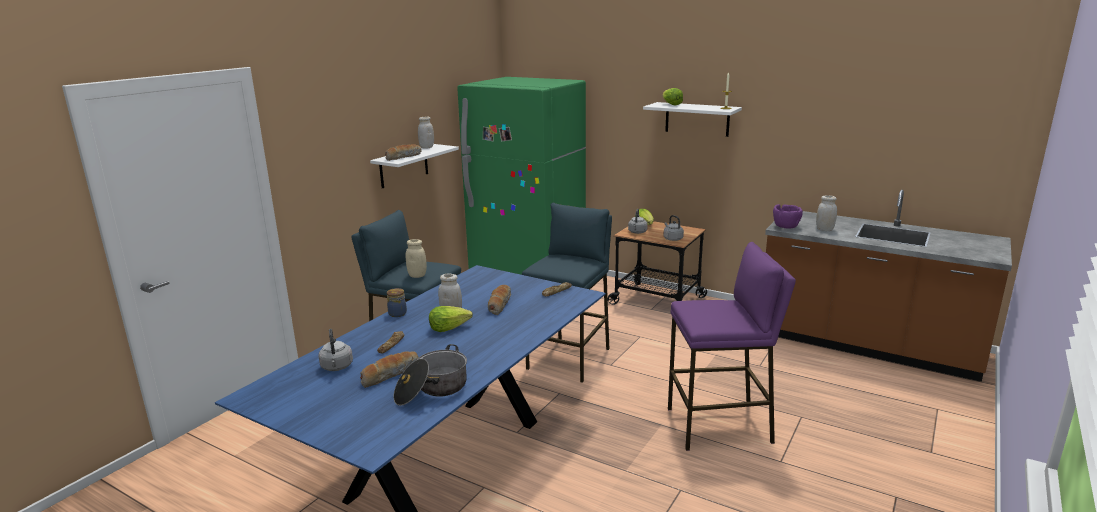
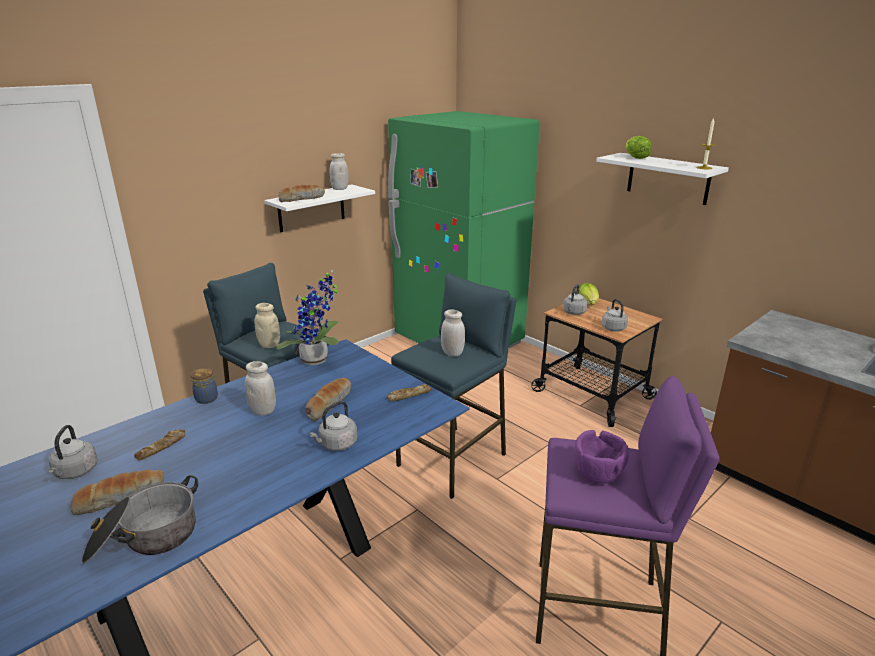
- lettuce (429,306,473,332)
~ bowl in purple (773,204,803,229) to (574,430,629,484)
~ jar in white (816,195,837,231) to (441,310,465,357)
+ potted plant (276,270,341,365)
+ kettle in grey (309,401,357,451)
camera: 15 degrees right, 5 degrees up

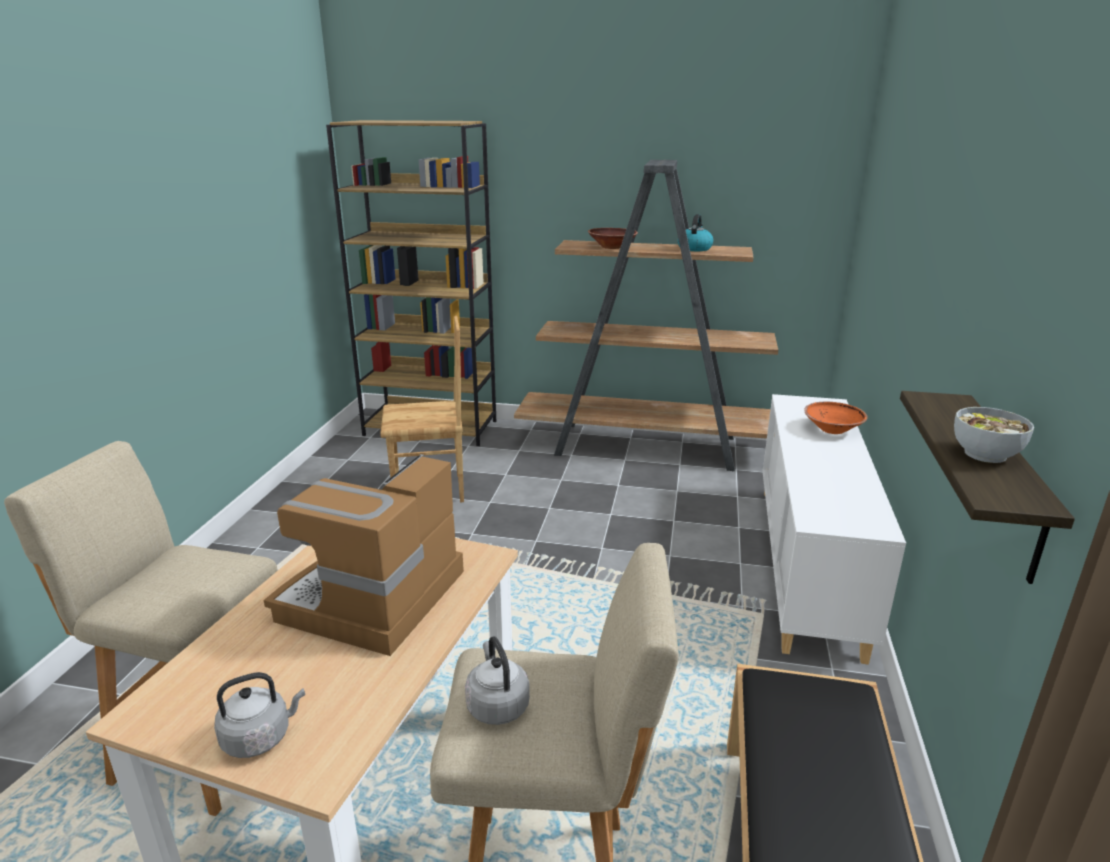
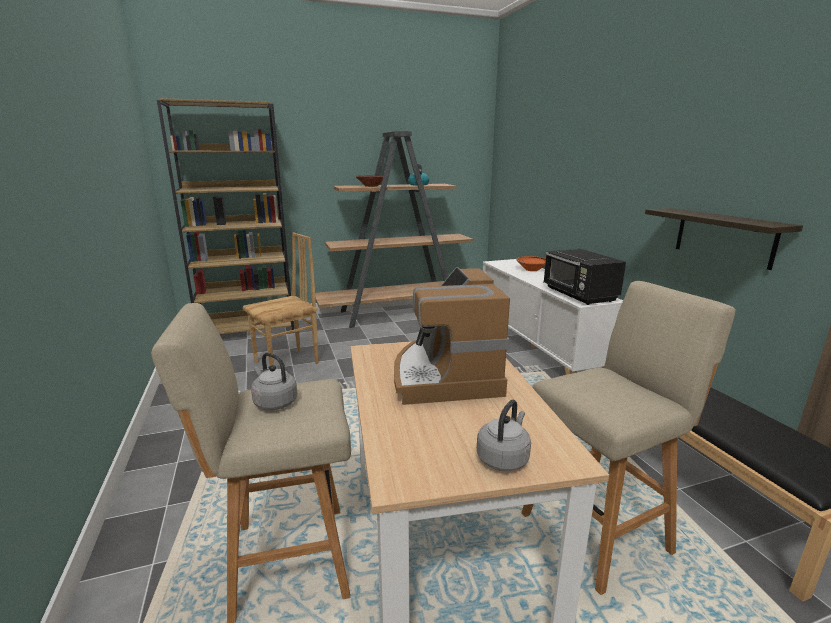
~ kettle in grey (465,636,530,725) to (251,352,297,410)
- bowl (954,407,1034,463)
+ microwave in black (544,249,626,305)
camera: 30 degrees left, 5 degrees down

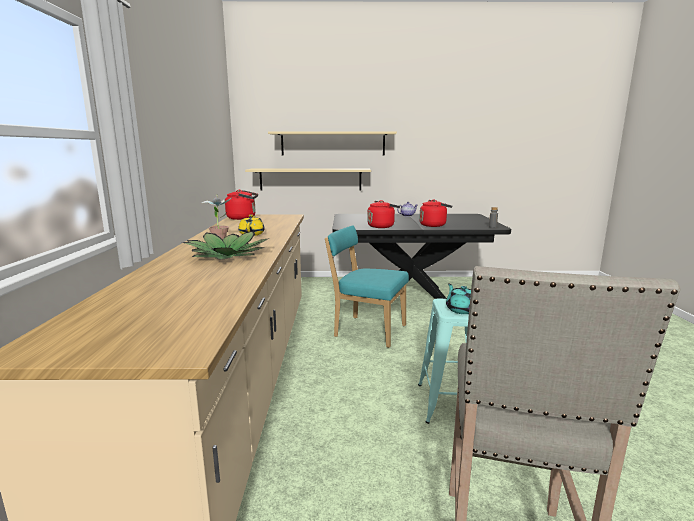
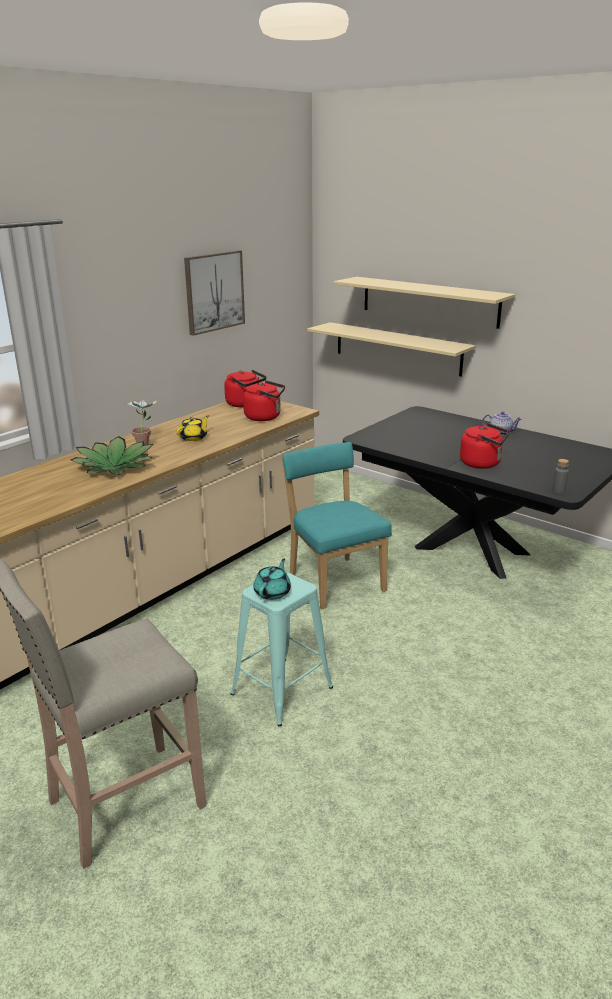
~ kettle in red (367,200,400,228) to (243,380,285,421)
+ picture (184,250,245,336)
camera: 40 degrees right, 10 degrees up

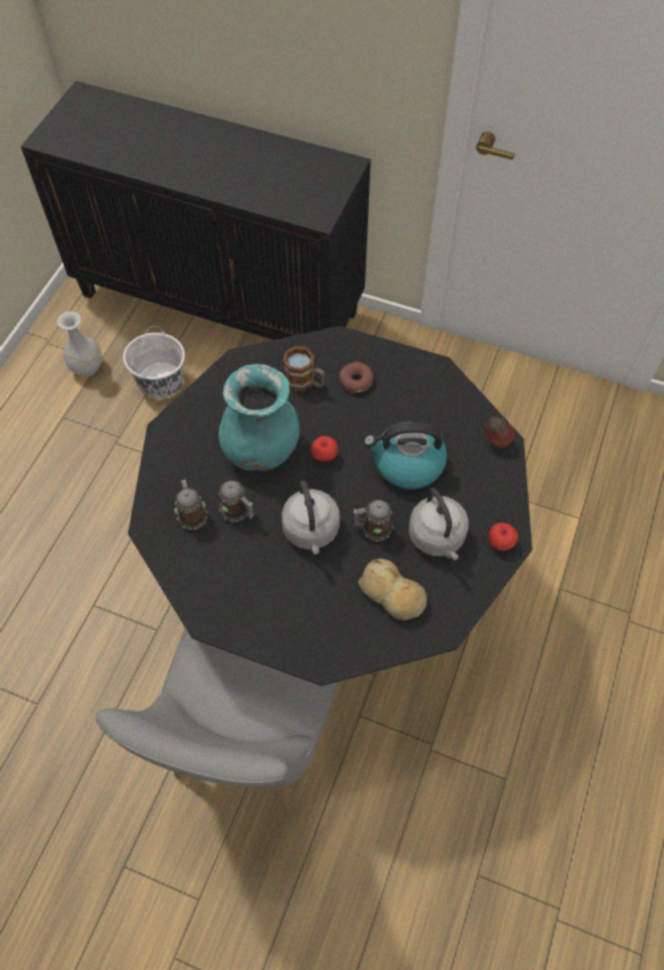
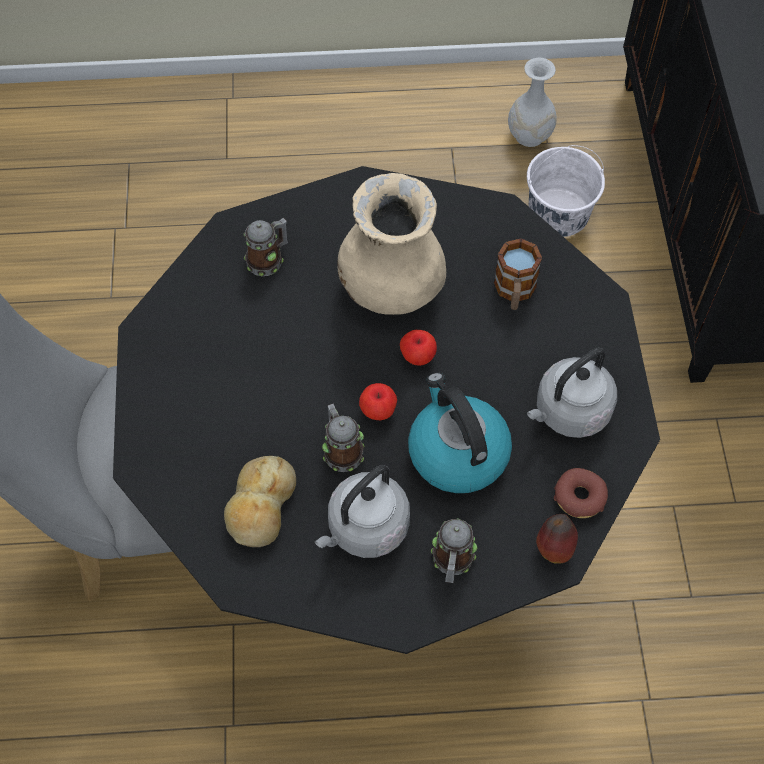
~ mug (218,481,254,522) to (431,518,477,583)
~ vase in turquoise (219,364,300,471) to vase in beige (337,173,446,315)
~ kettle in grey (281,480,340,554) to (527,348,617,438)
~ donut (339,362,374,393) to (554,468,608,518)
~ apple (489,523,518,551) to (359,383,397,420)
camera: 65 degrees right, 0 degrees up

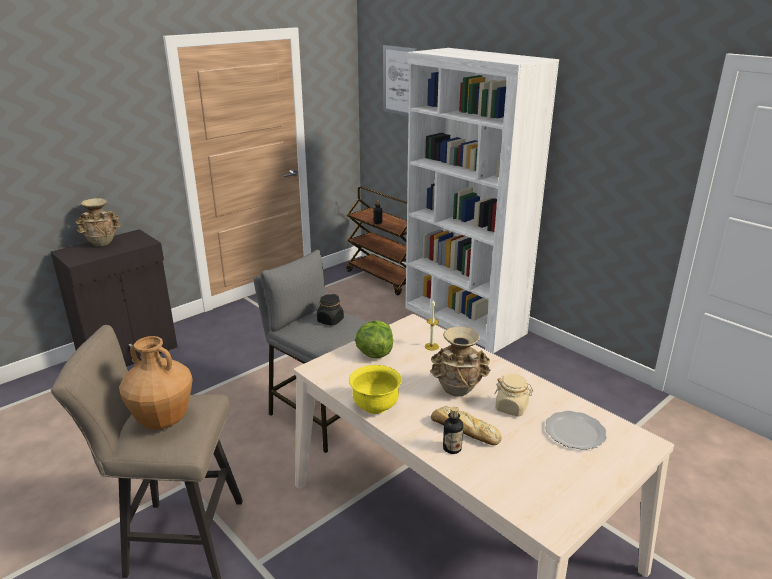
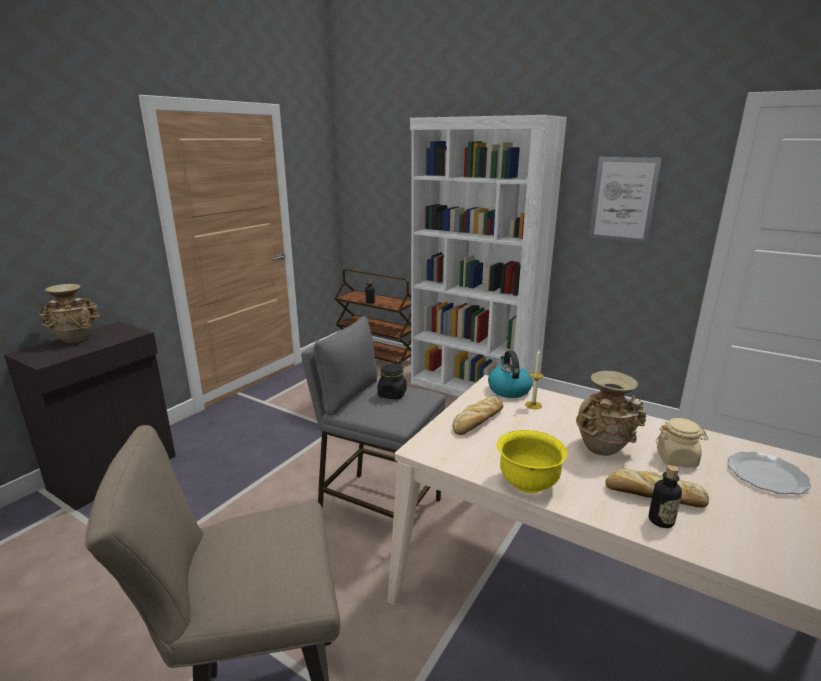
- vase in brown (119,336,193,429)
~ lettuce (355,320,393,358) to bread (452,397,503,435)
~ picture (383,45,417,116) to (589,157,662,244)
+ kettle (488,350,533,398)
camera: 15 degrees left, 5 degrees down

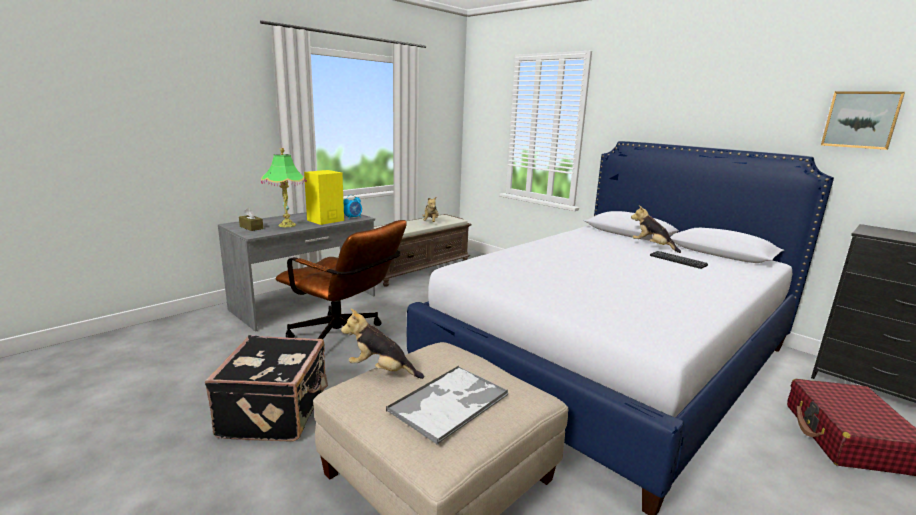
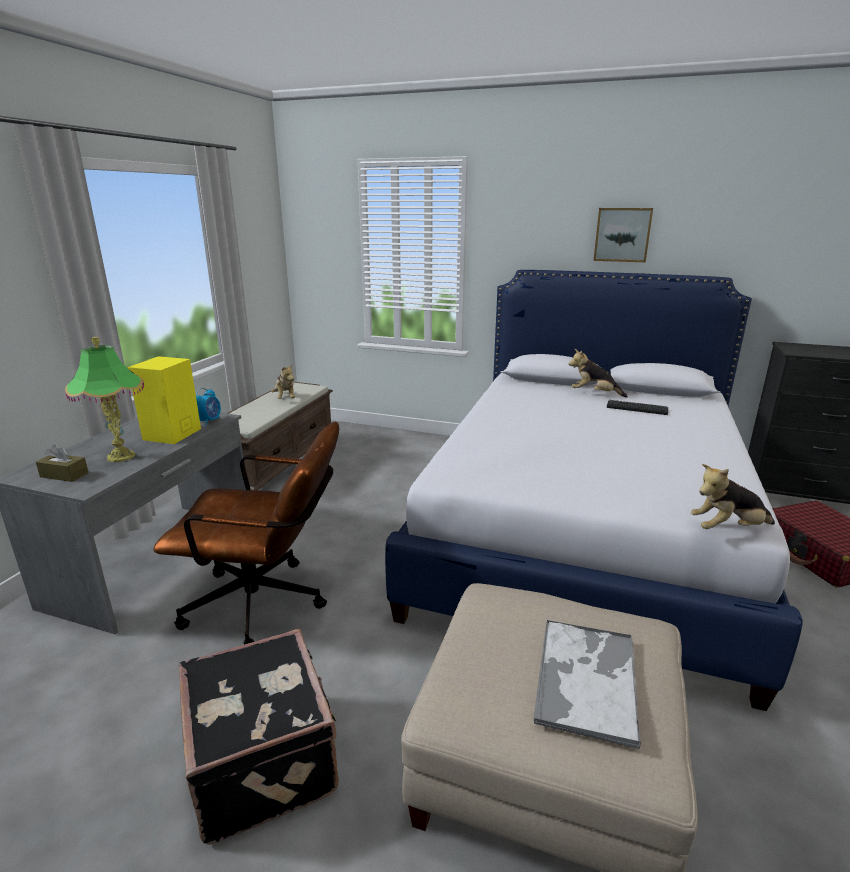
~ plush toy (341,309,424,379) to (691,464,775,529)
~ picture (821,91,905,150) to (593,208,653,262)
camera: 25 degrees left, 5 degrees up

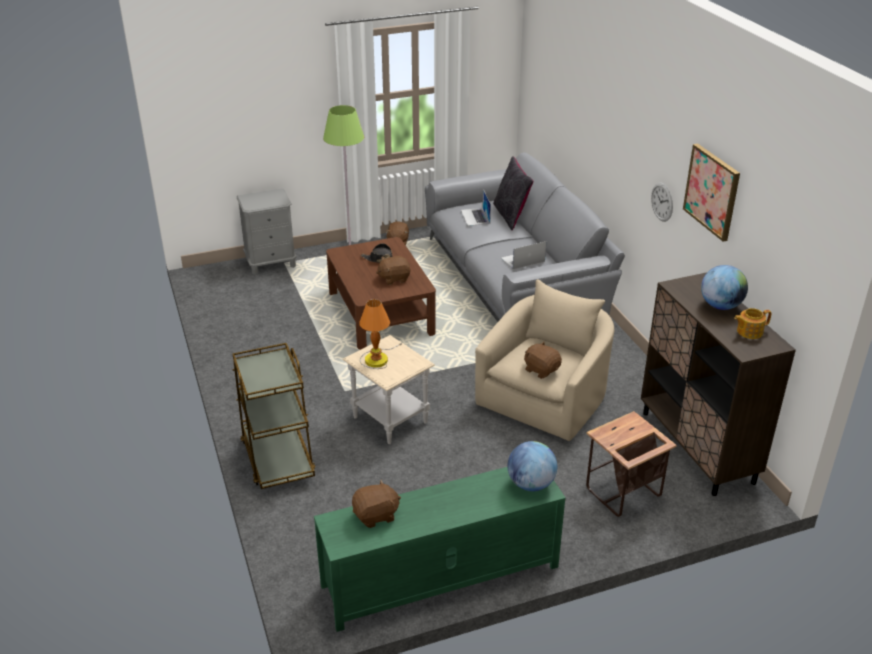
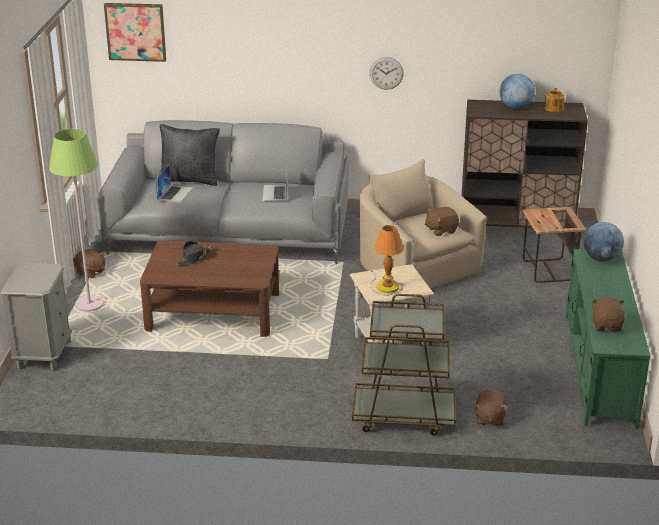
~ plush toy in brown (376,256,410,285) to (475,390,508,426)
~ laptop (461,189,491,226) = (155,165,193,203) 90 degrees counterclockwise
~ picture (683,143,740,242) to (104,3,166,62)
camera: 65 degrees left, 5 degrees down

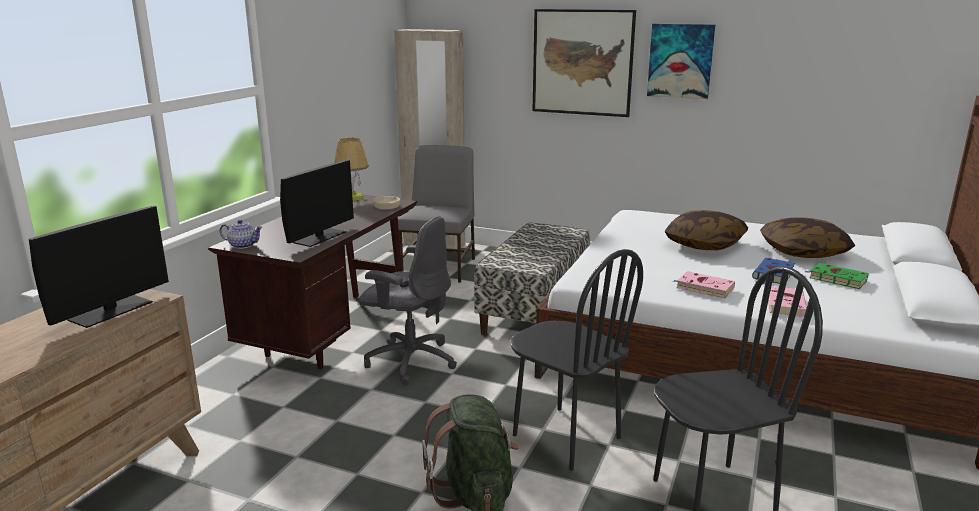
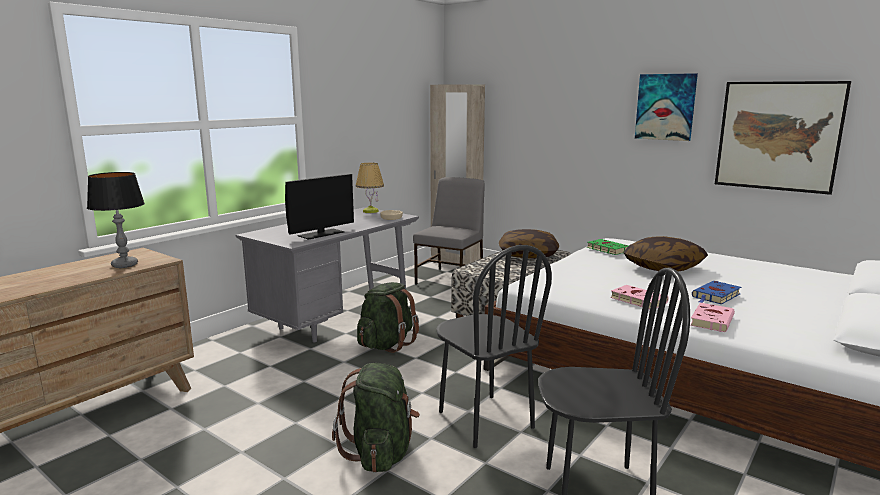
~ monitor (29,206,169,328) to table lamp (87,172,145,268)
~ desk in brown (208,195,417,369) to desk in grey (236,207,419,342)
- teapot (220,220,263,249)
~ office chair in grey (359,216,457,385) to backpack in green (357,282,419,353)
~ picture (532,9,636,117) to (715,81,851,195)
~ pillow (760,217,855,258) to (499,229,559,259)
~ book in green (805,263,869,289) to (587,239,628,255)
camera: 15 degrees right, 5 degrees down

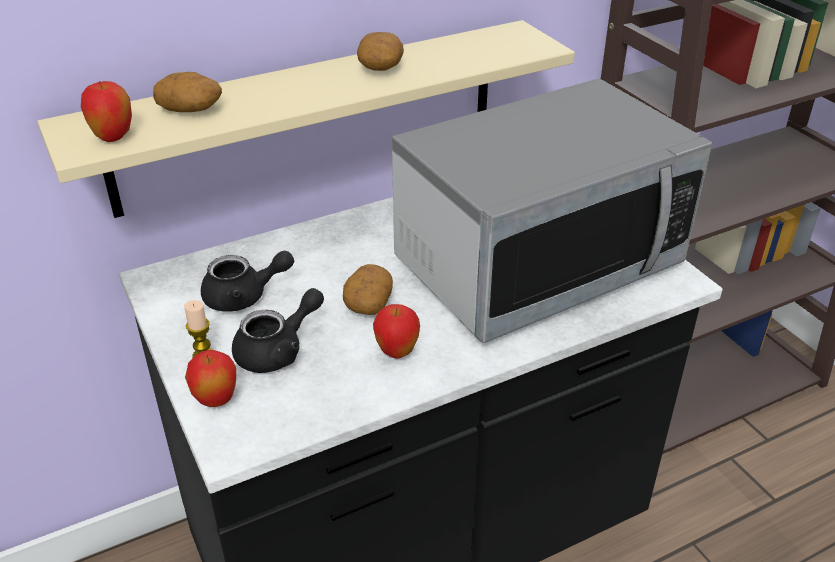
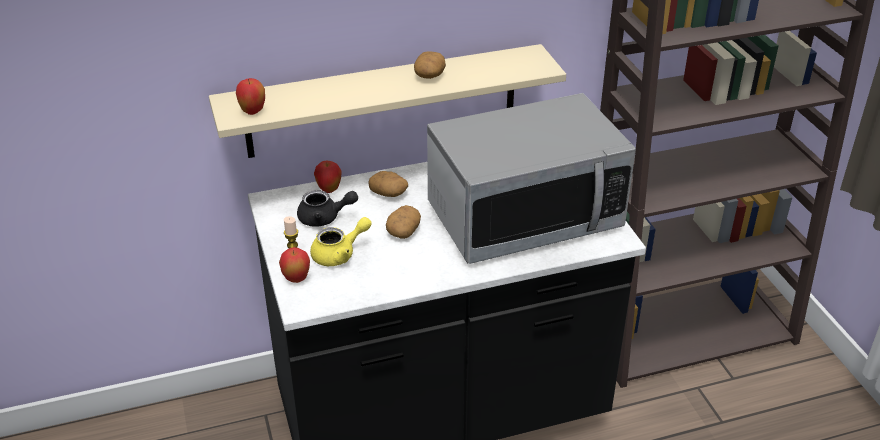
~ potato (153,72,222,112) to (369,171,408,197)
~ teapot in black (232,288,324,373) to teapot in yellow (310,217,372,266)
~ apple (373,304,420,358) to (314,161,342,193)
camera: 10 degrees right, 0 degrees up

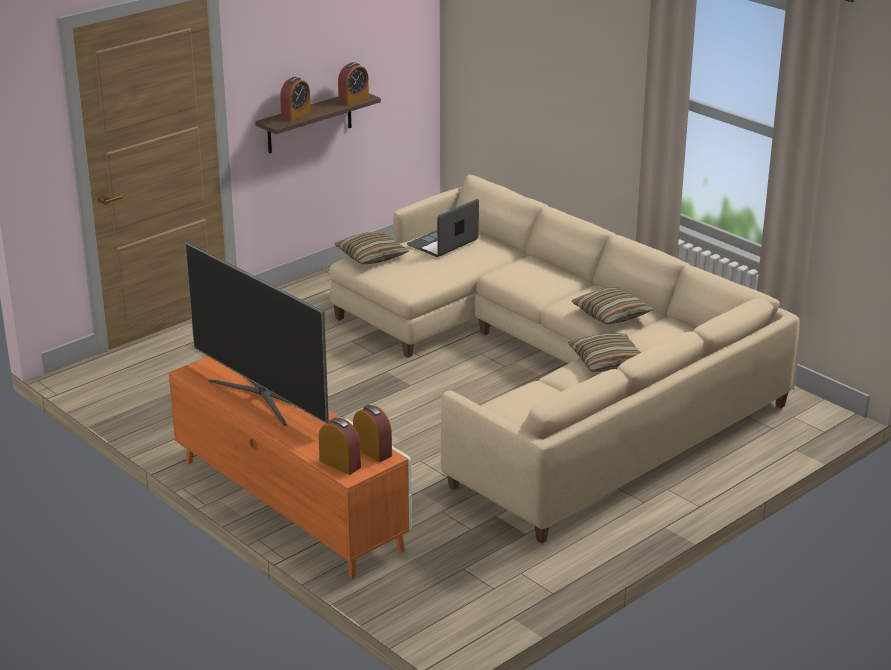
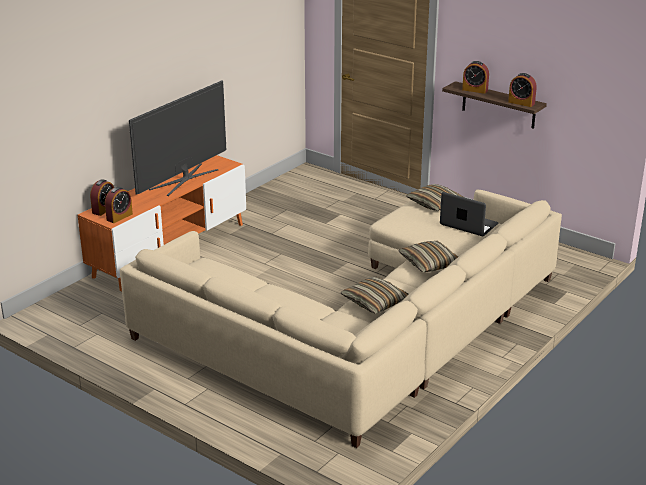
~ pillow (568,333,641,372) to (398,241,458,272)
camera: 80 degrees right, 0 degrees up

